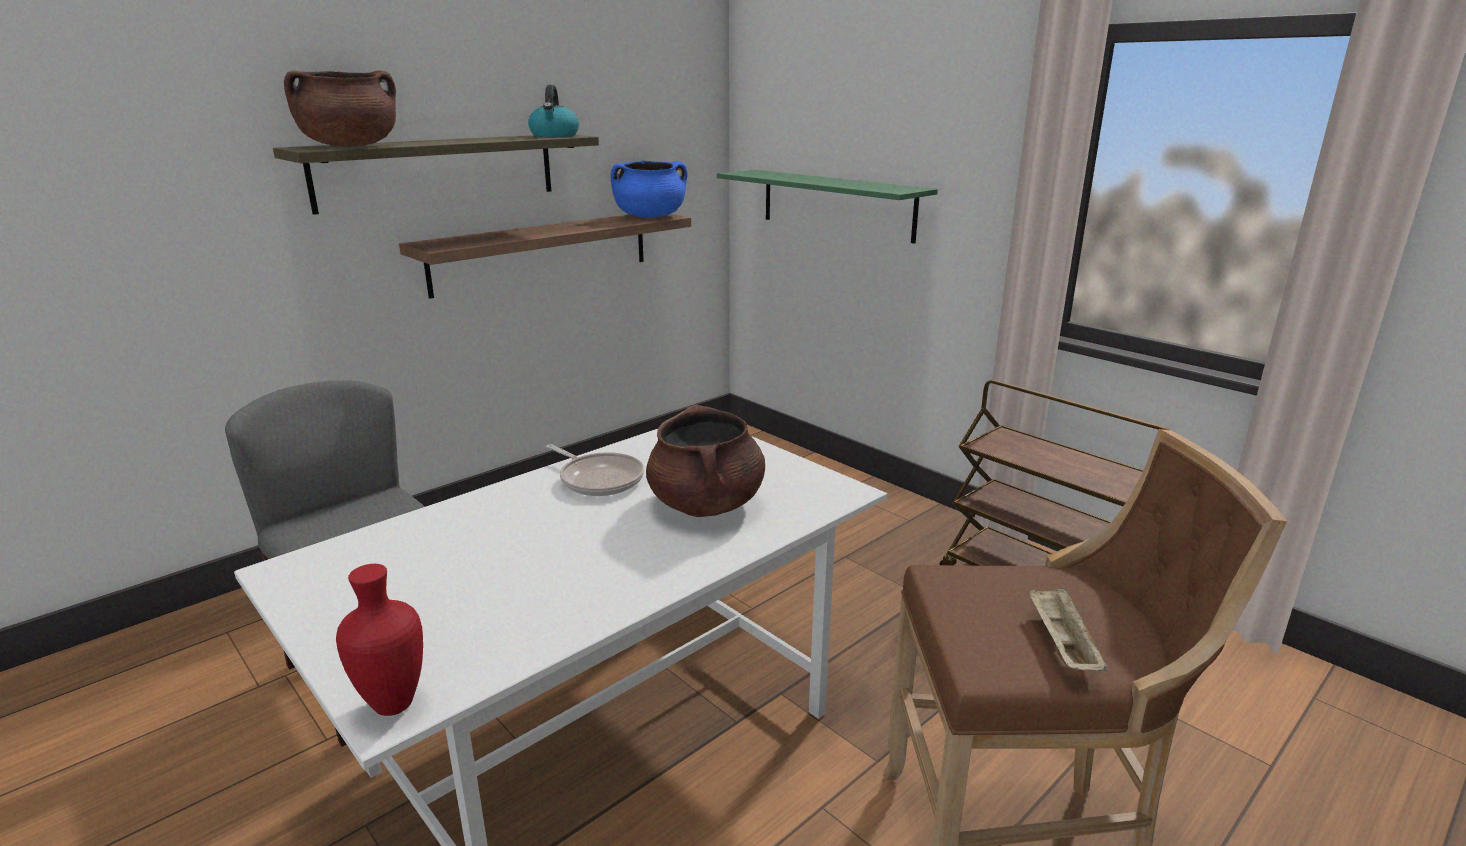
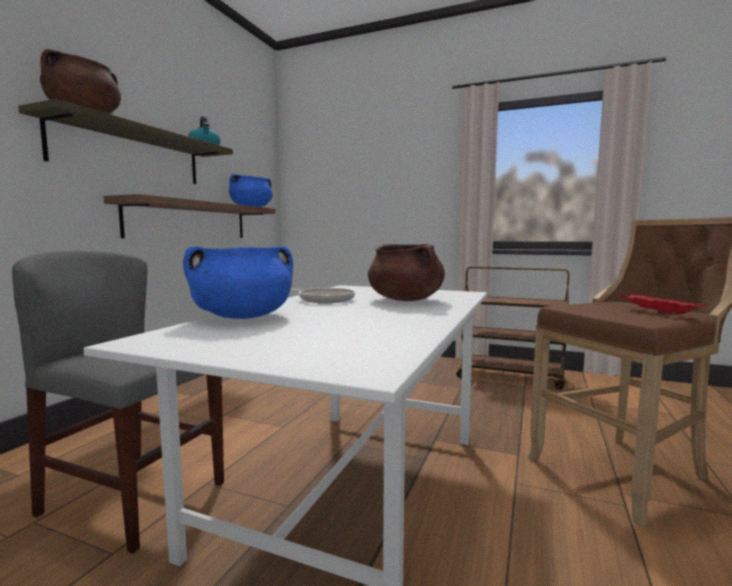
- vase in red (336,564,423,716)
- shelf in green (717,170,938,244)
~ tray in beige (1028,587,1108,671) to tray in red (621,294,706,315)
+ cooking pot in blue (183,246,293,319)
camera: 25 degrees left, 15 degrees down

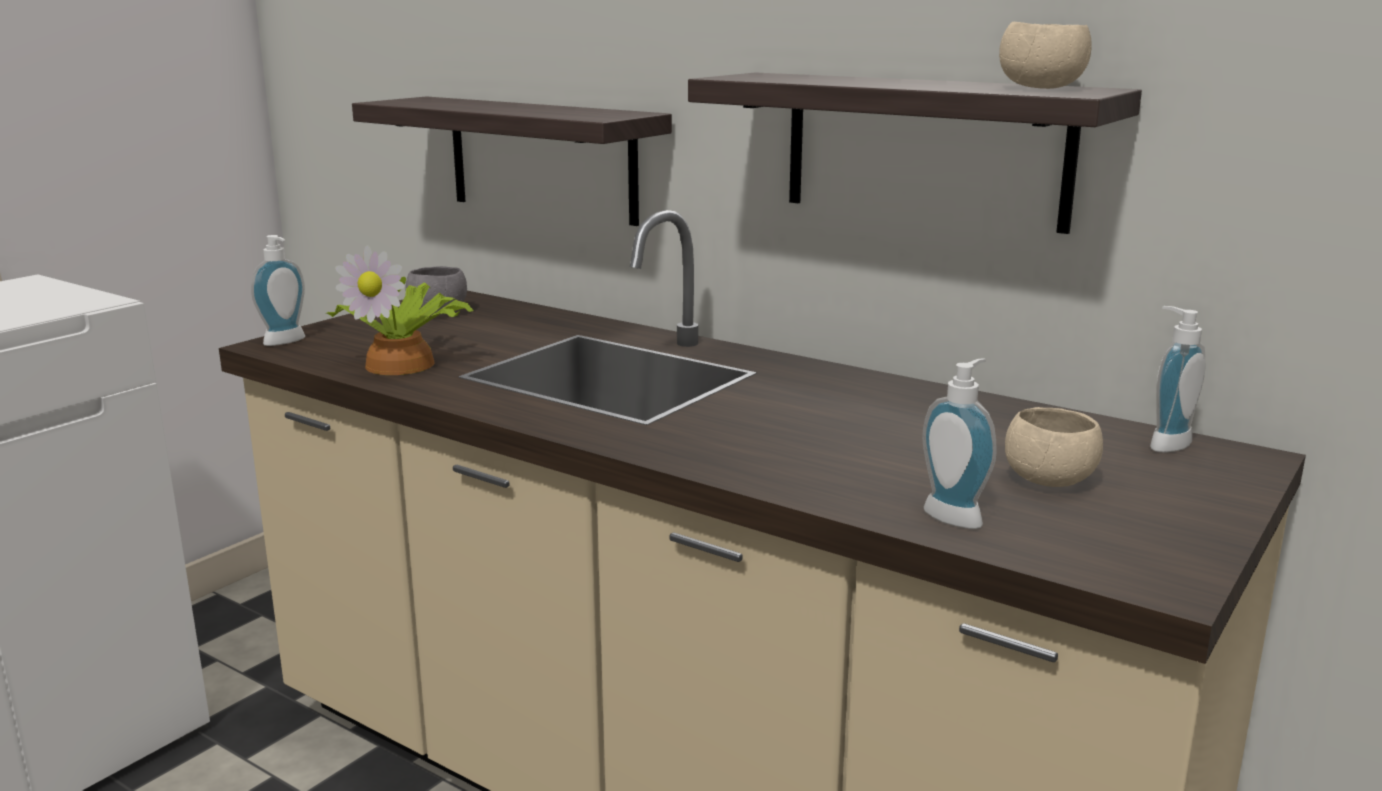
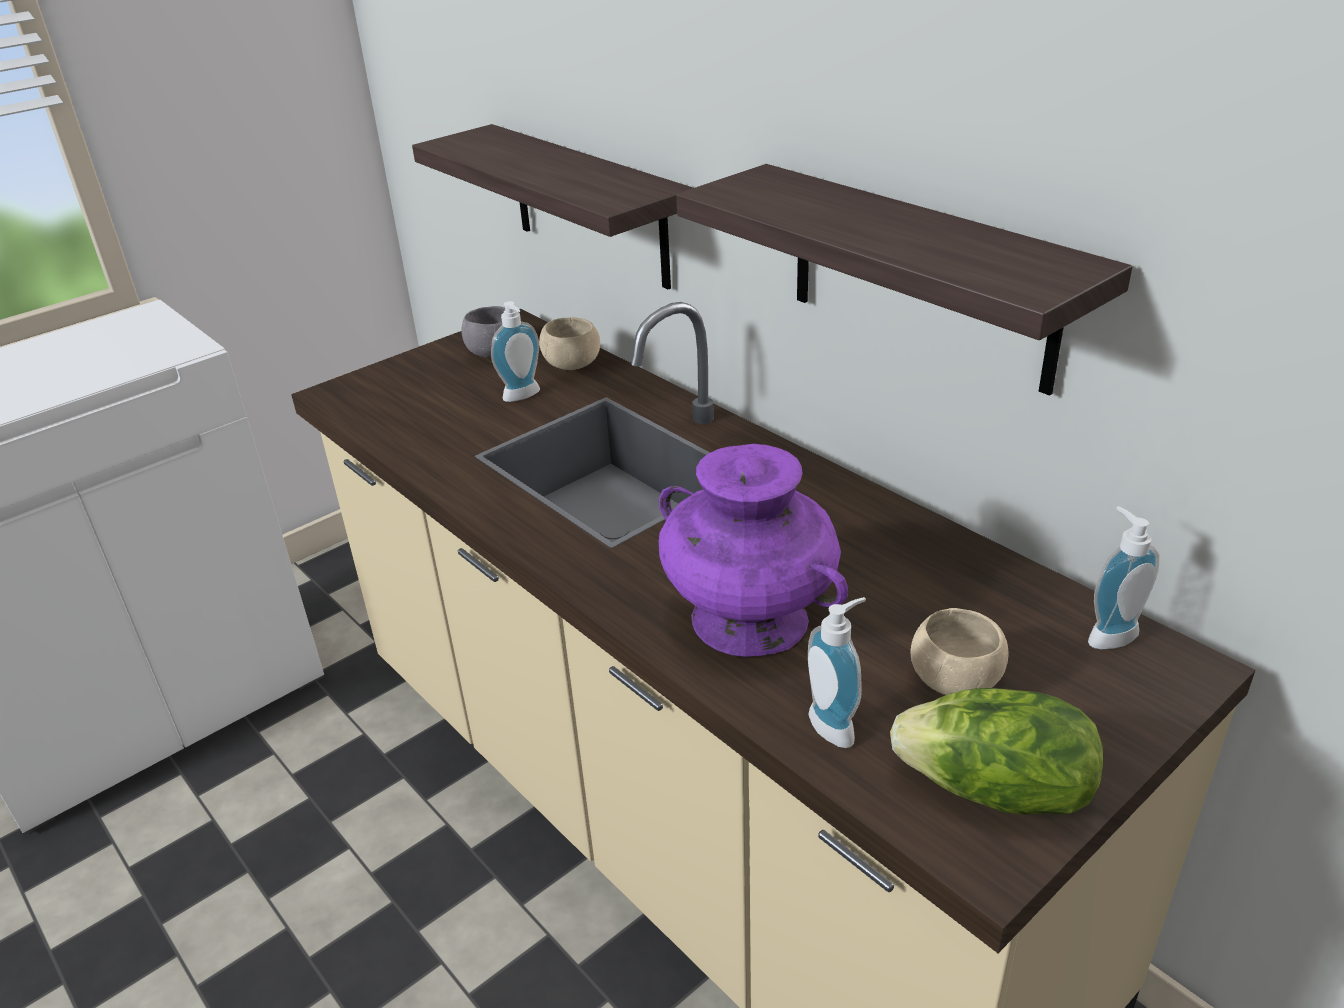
~ soap dispenser (251,235,305,346) to (491,301,540,402)
- potted plant (326,245,474,375)
~ bowl in beige (999,22,1092,89) to (539,317,600,370)
+ vase in purple (659,444,848,657)
+ lettuce (890,688,1103,814)
camera: 15 degrees right, 15 degrees up

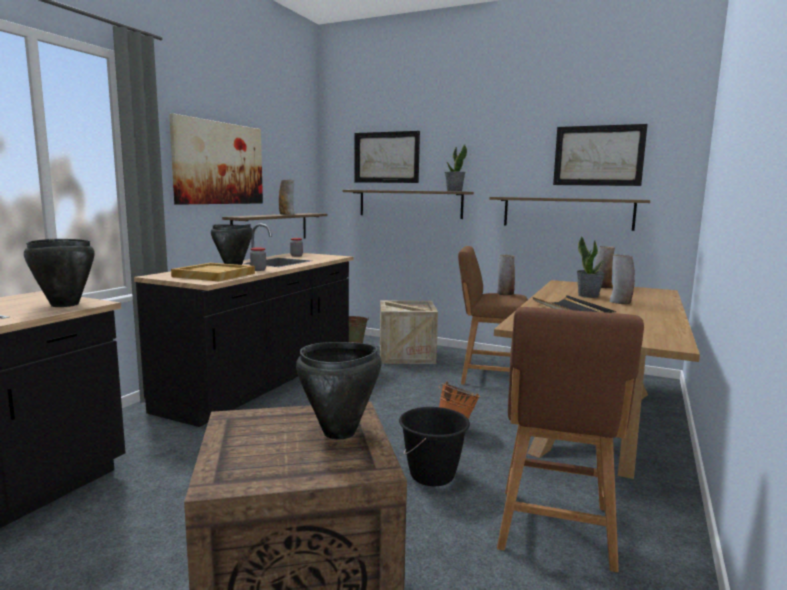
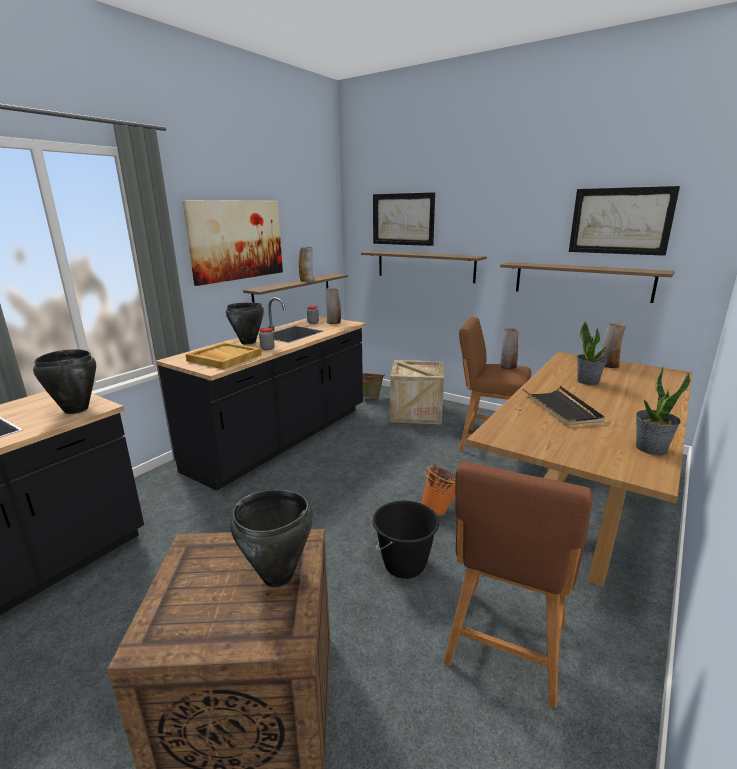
~ potted plant (445,145,467,191) to (636,366,691,455)
~ vase (609,254,635,304) to (325,288,341,324)
camera: 10 degrees right, 10 degrees up

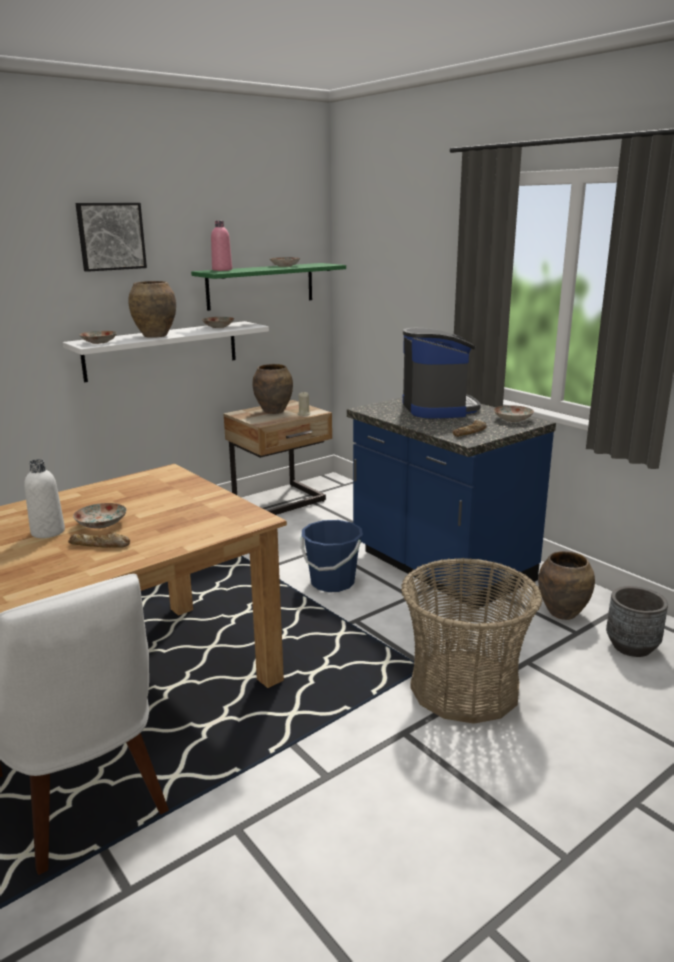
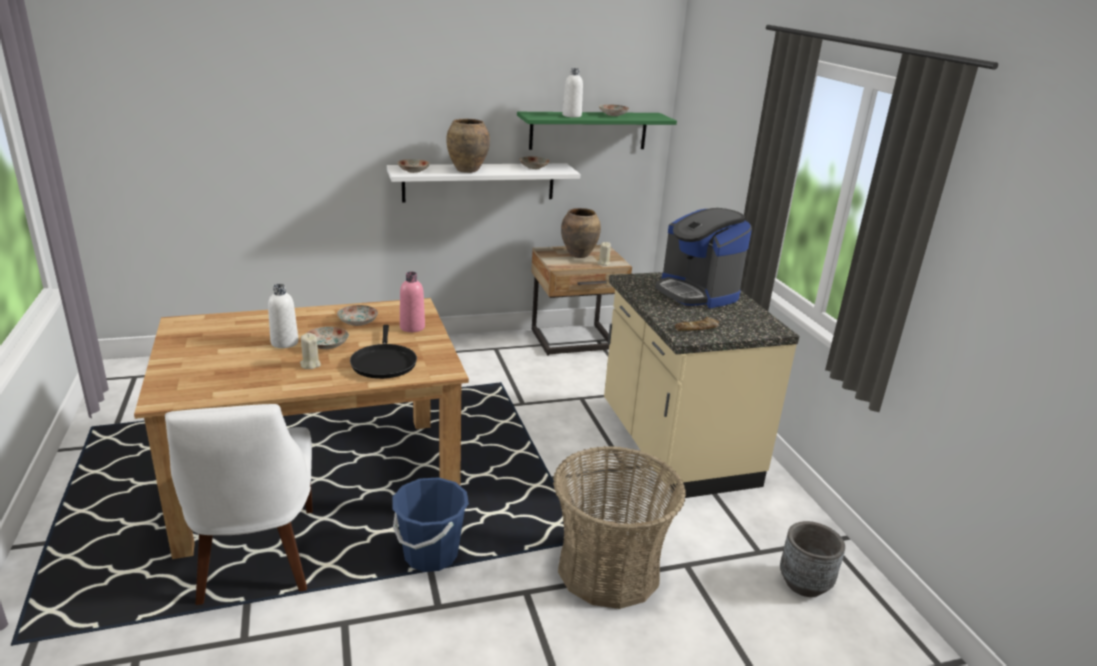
~ bread (68,532,130,548) to candle in beige (300,333,321,369)
- picture (75,203,147,272)
~ bottle in pink (211,221,232,271) to (400,272,425,332)
~ bucket in blue (300,520,363,592) to (392,477,469,572)
~ counter in blue (347,397,556,609) to counter in beige (604,272,799,498)
~ coffee machine (402,328,481,419) = (655,208,752,308) 135 degrees clockwise
~ plate (494,405,534,422) to (337,305,378,326)
- vase in brown (538,551,595,620)
+ frying pan in black (350,325,417,379)
+ bottle in white (562,68,583,118)
camera: 20 degrees right, 5 degrees up

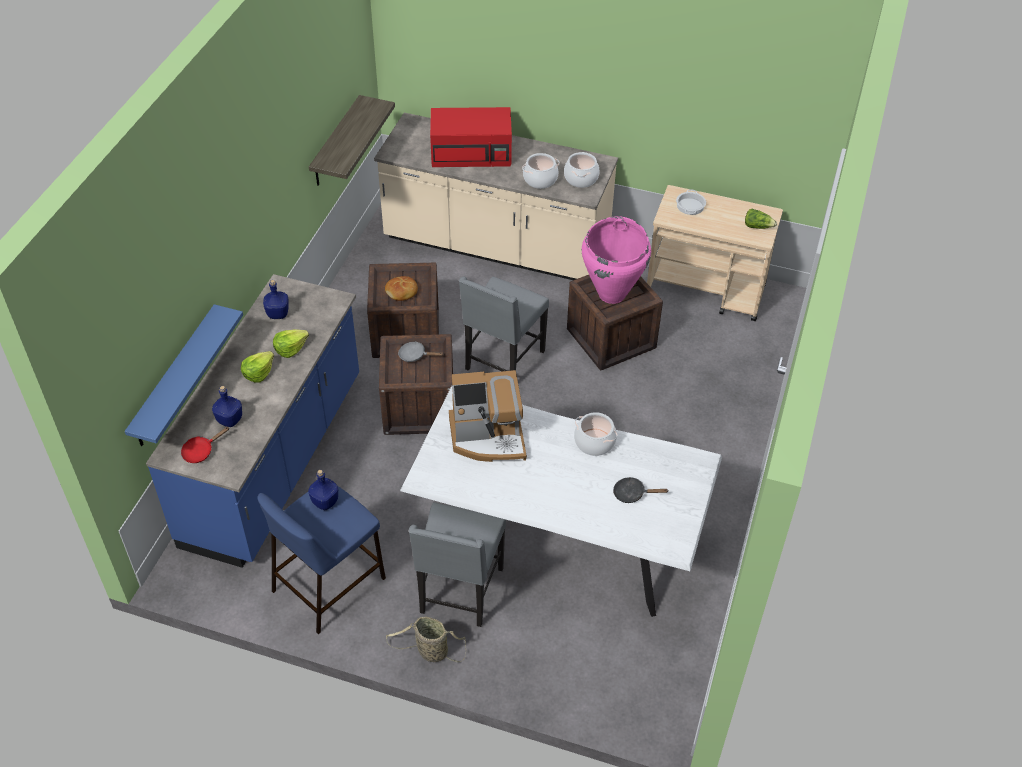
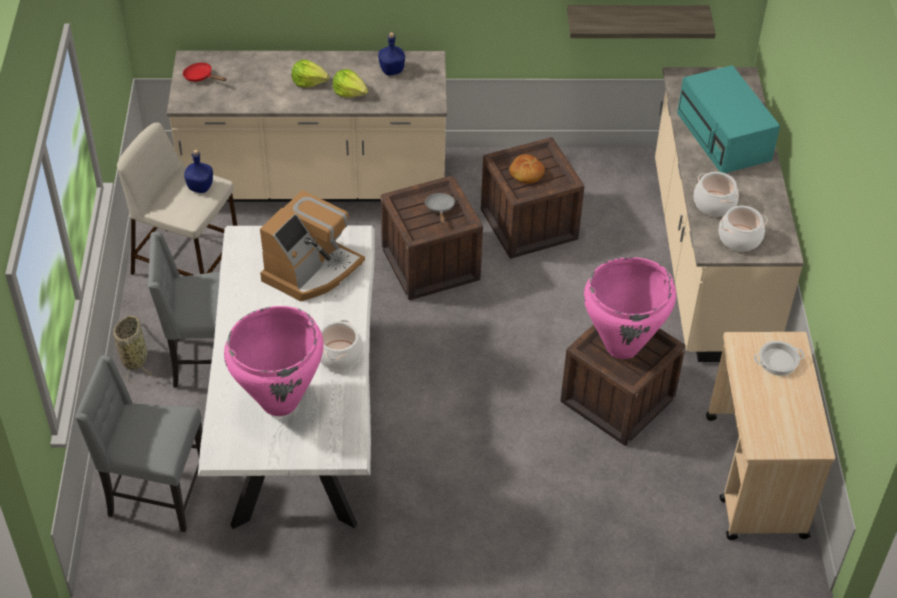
- shelf in blue (125,304,243,446)
~ counter in blue (146,274,359,568) to counter in beige (167,51,447,202)
- bottle in blue (212,386,242,427)
~ stool in blue (257,486,386,634) to stool in beige (117,122,237,276)
~ microwave in red (430,107,512,167) to microwave in turquoise (677,65,780,173)
~ coffee machine (449,370,527,462) = (260,190,365,301) 120 degrees counterclockwise
~ chair in grey (459,276,549,371) to (75,355,202,532)
~ frying pan in black (613,477,669,503) to vase in pink (224,306,324,416)
- lettuce (745,209,777,229)
camera: 70 degrees right, 0 degrees up

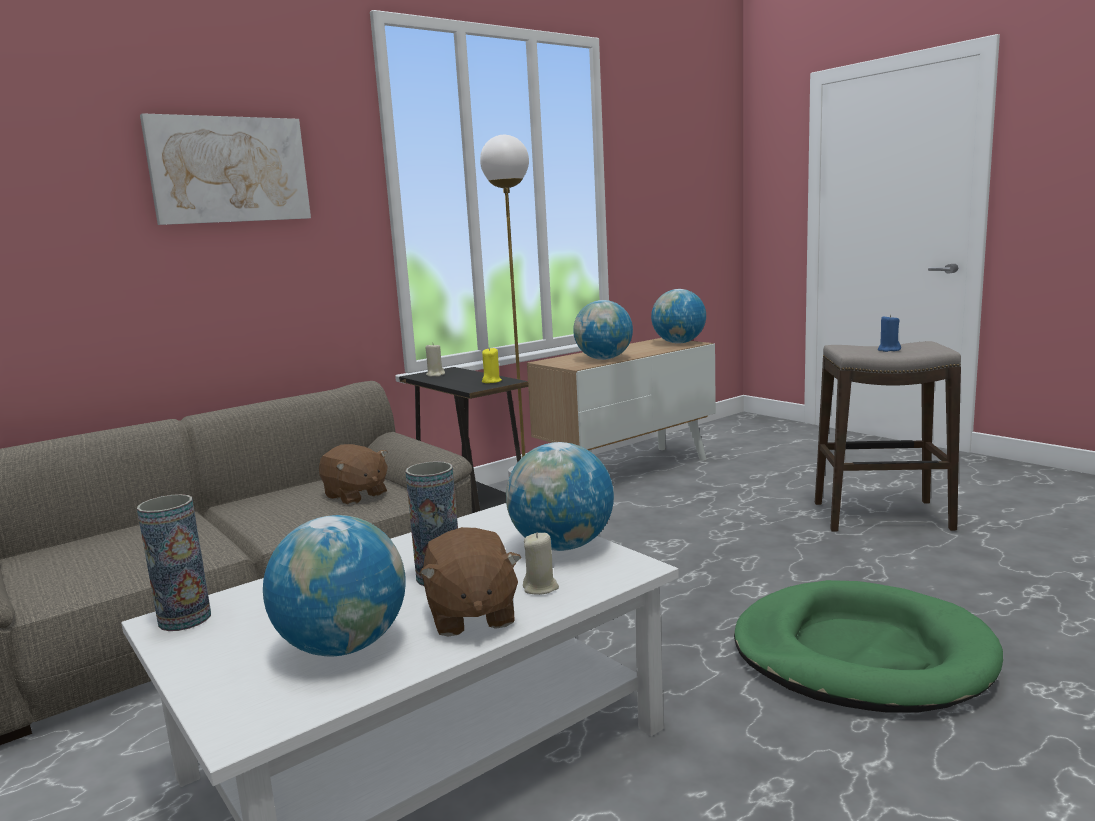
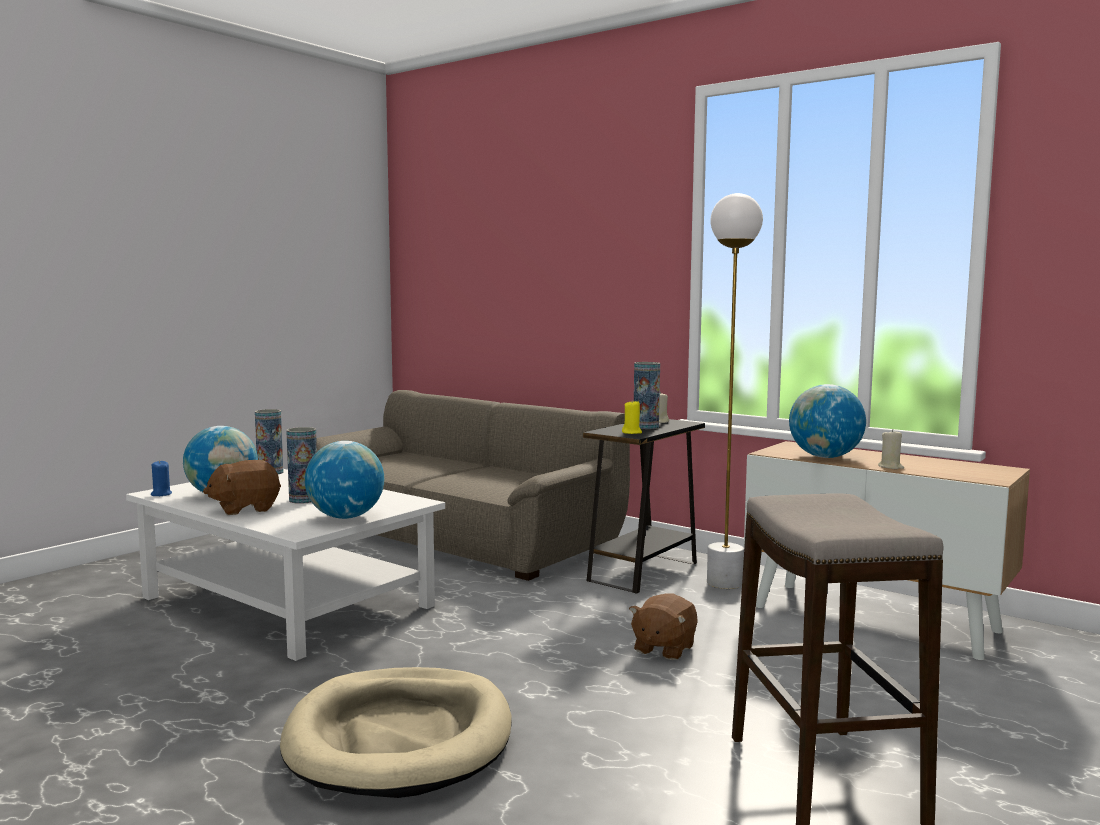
- picture (140,113,311,225)
~ plush toy in brown (319,444,388,505) to (629,594,698,660)
~ candle in beige (523,532,559,595) to (878,429,904,469)
- globe (651,289,706,344)
~ dog bed in green (734,580,1003,713) to dog bed in beige (280,667,512,798)
~ candle in blue (878,315,901,352) to (151,460,172,496)
+ vase (634,362,660,429)
camera: 75 degrees right, 5 degrees down

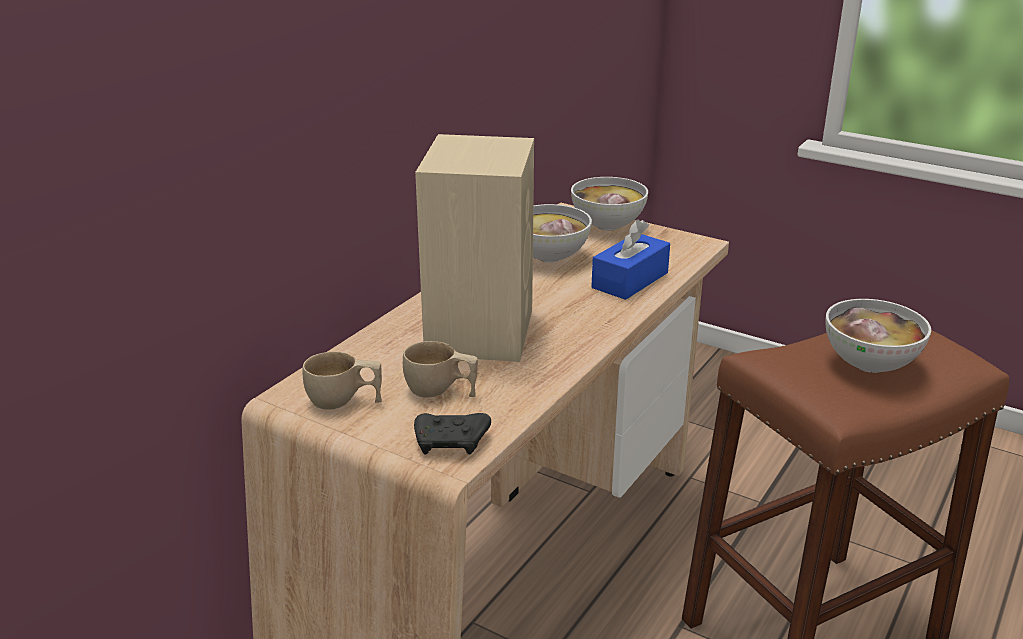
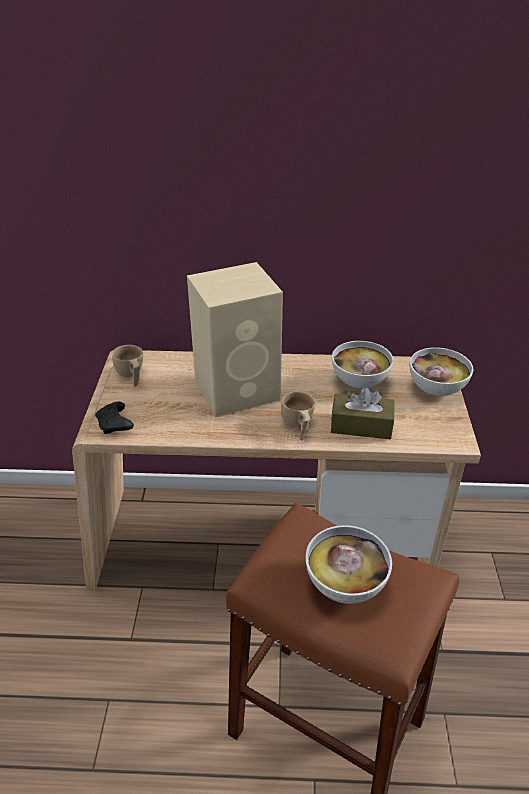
~ cup in beige (403,341,478,398) to (281,392,315,440)
~ tissue box in blue (591,220,670,300) to tissue box in brown (331,387,395,439)
camera: 60 degrees right, 10 degrees up

